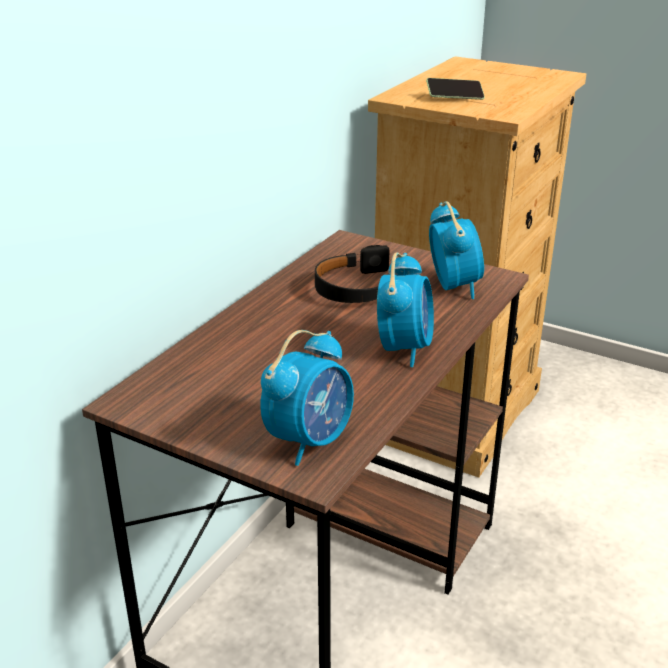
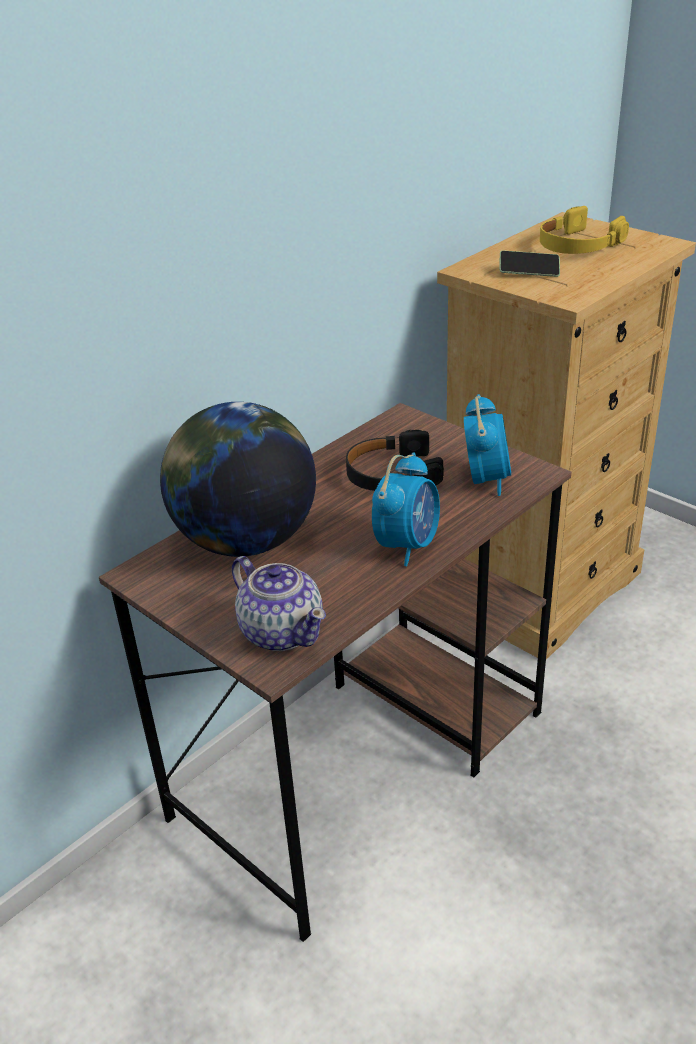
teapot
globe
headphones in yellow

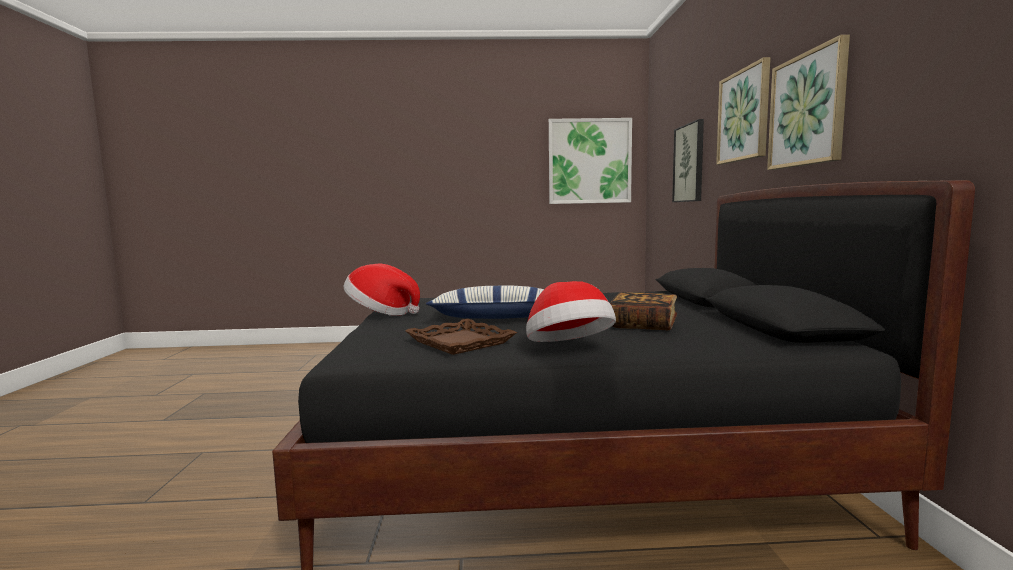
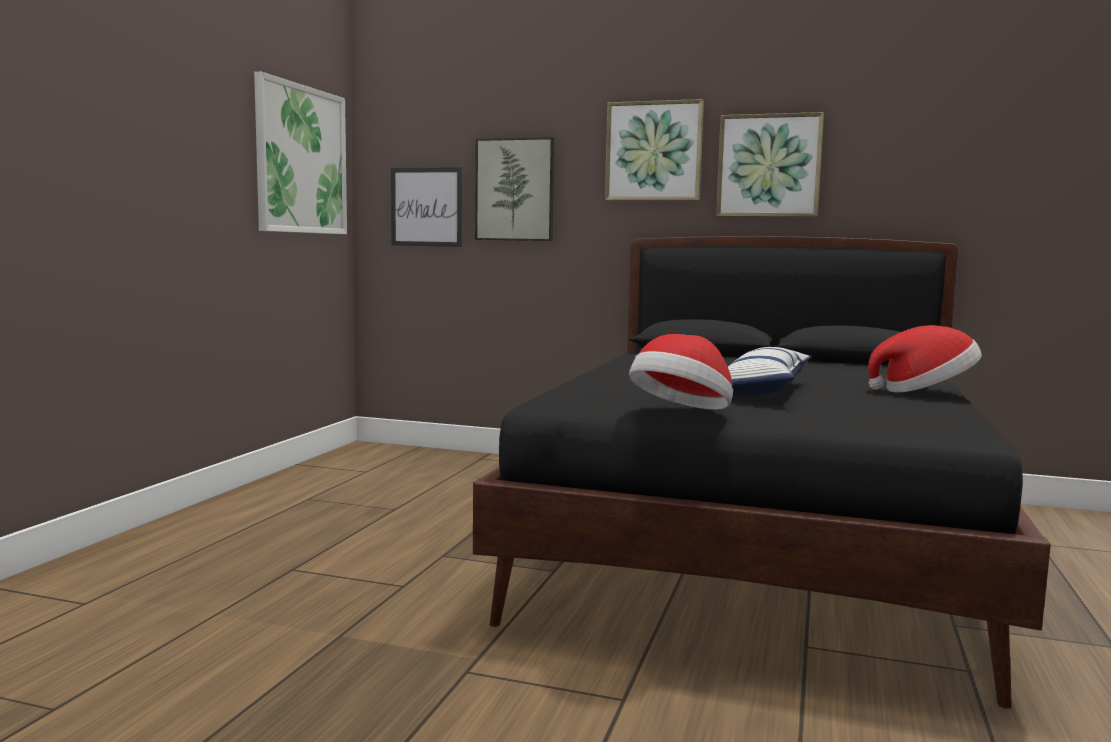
tray in brown
book
picture (2nd from left)

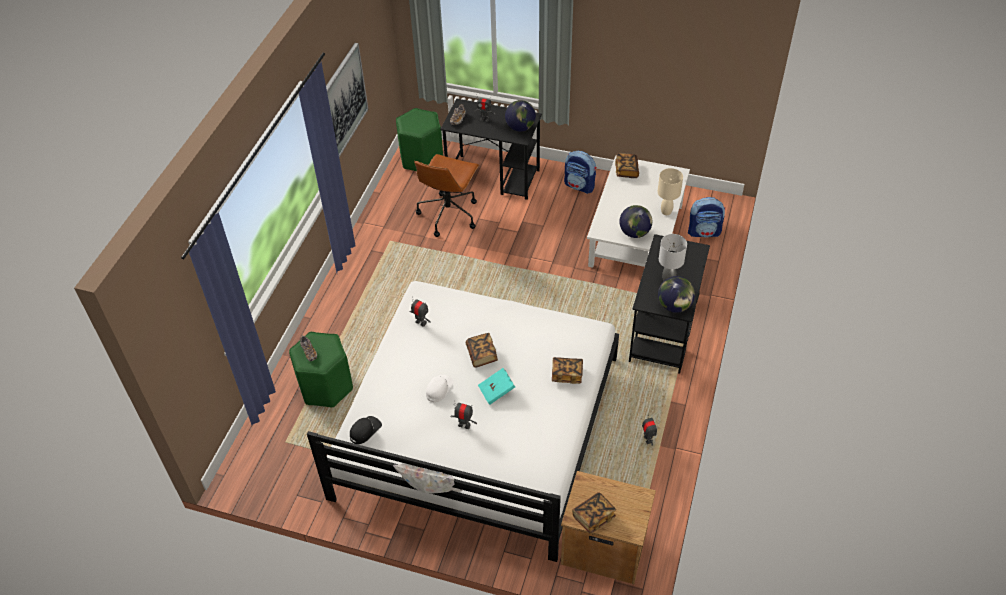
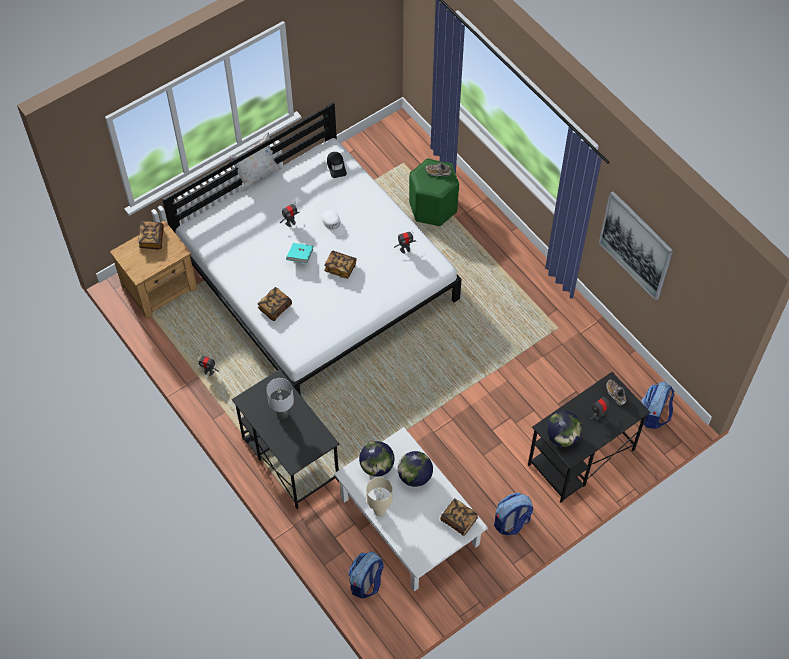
backpack (3rd from left)
office chair in brown
globe (2nd from left)

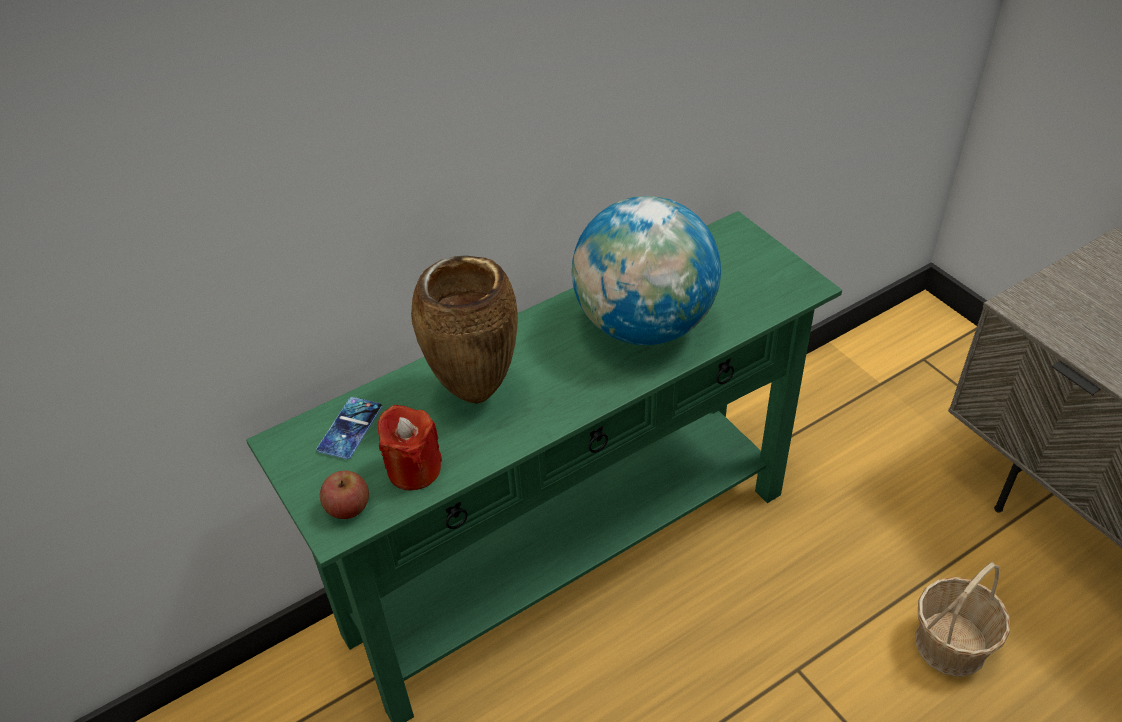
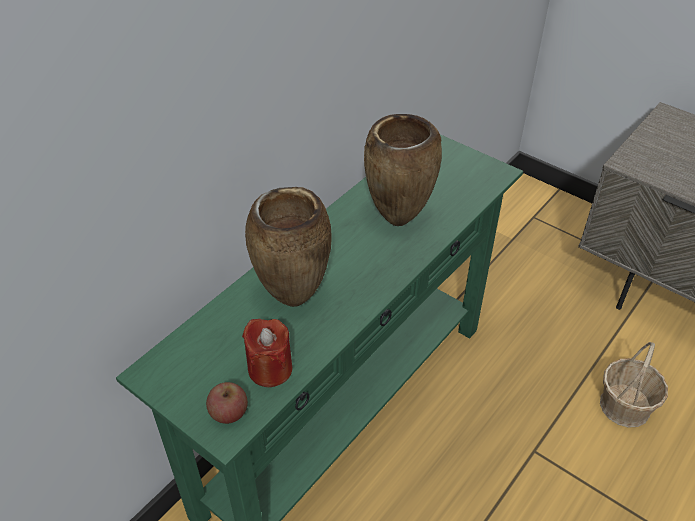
phone
vase in brown (2nd from left)

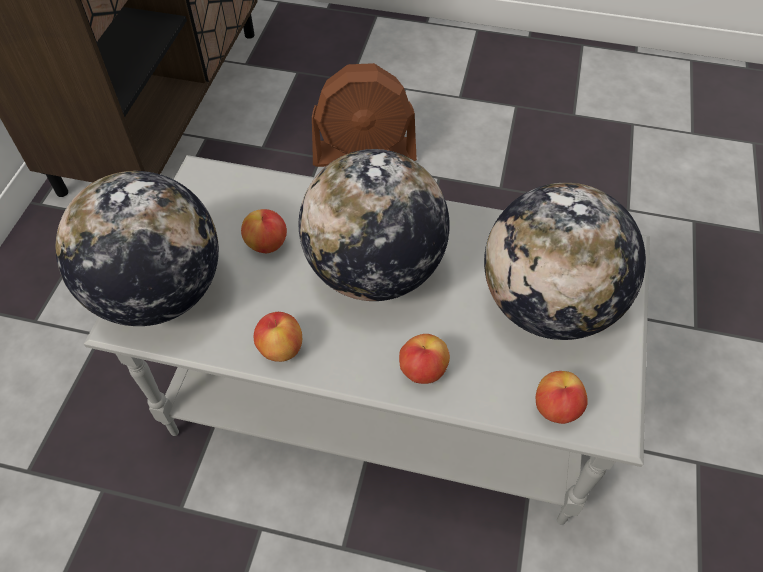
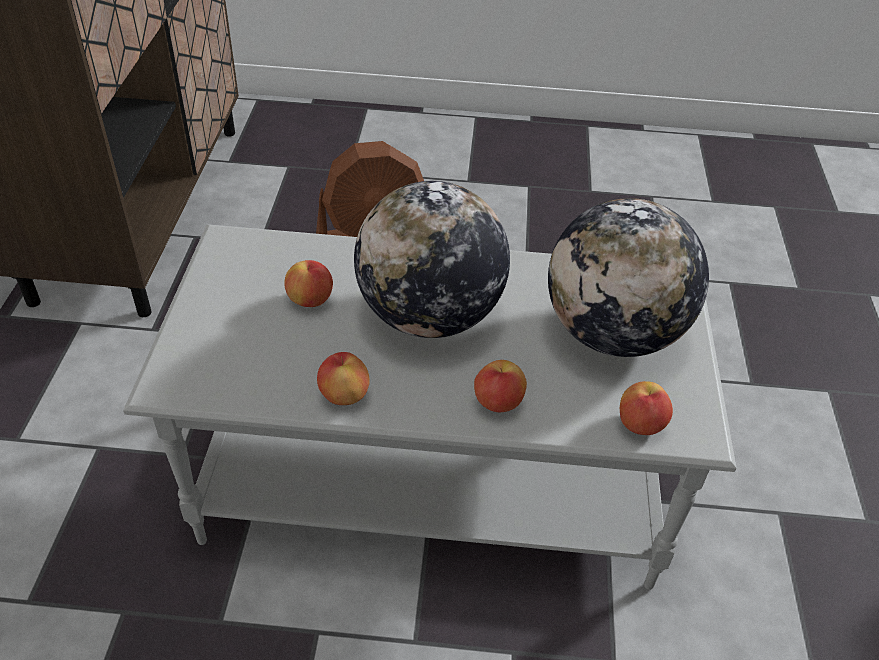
globe (1st from left in the first image)

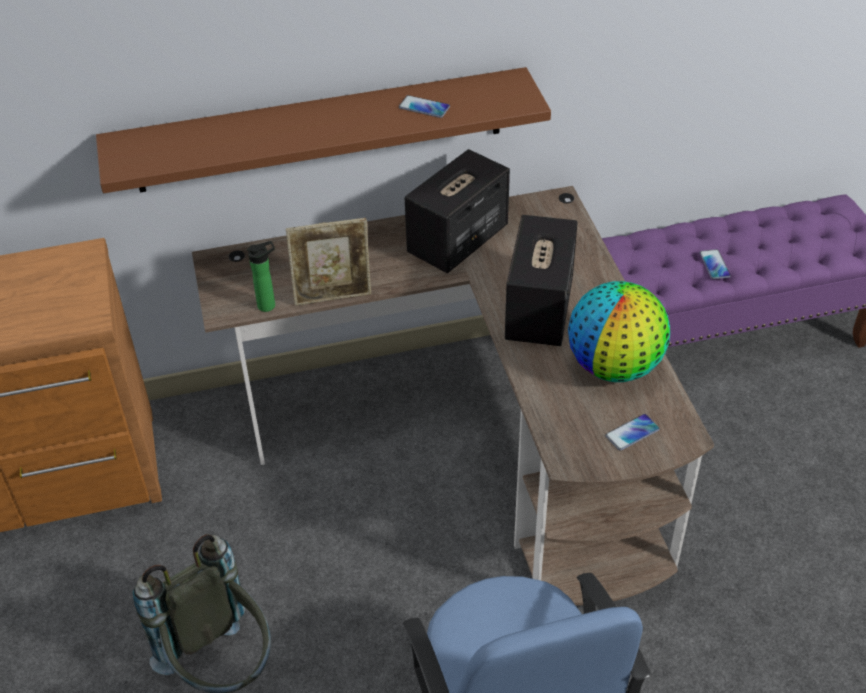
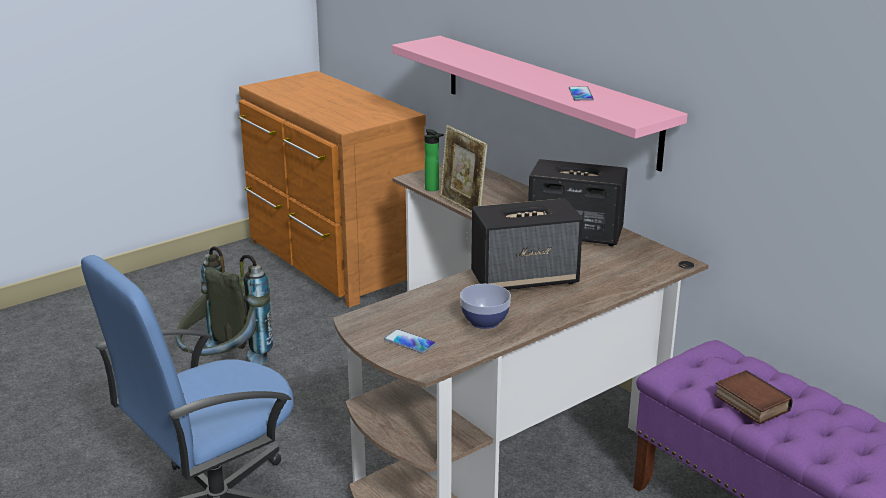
shelf in pink
bowl
book

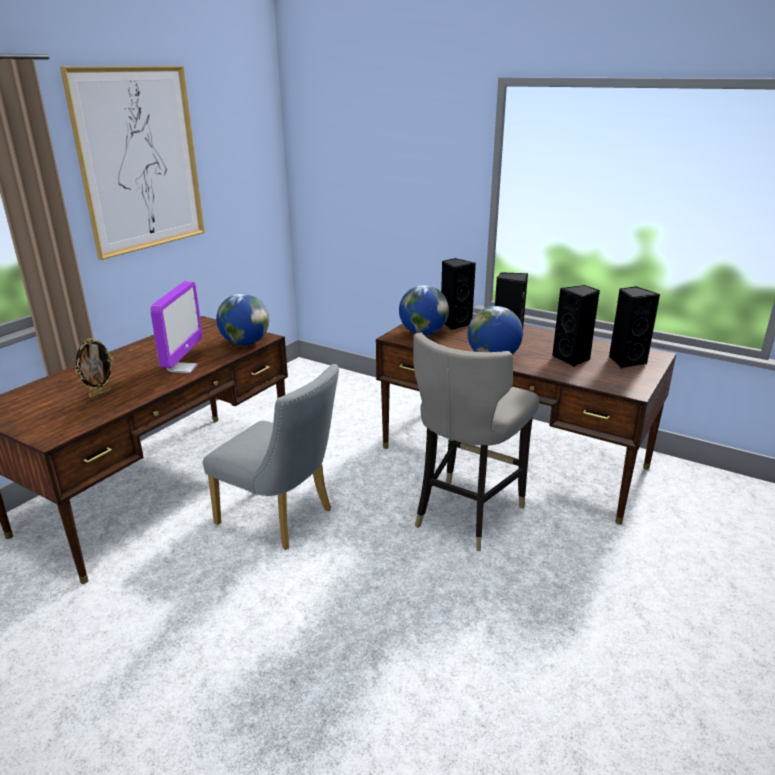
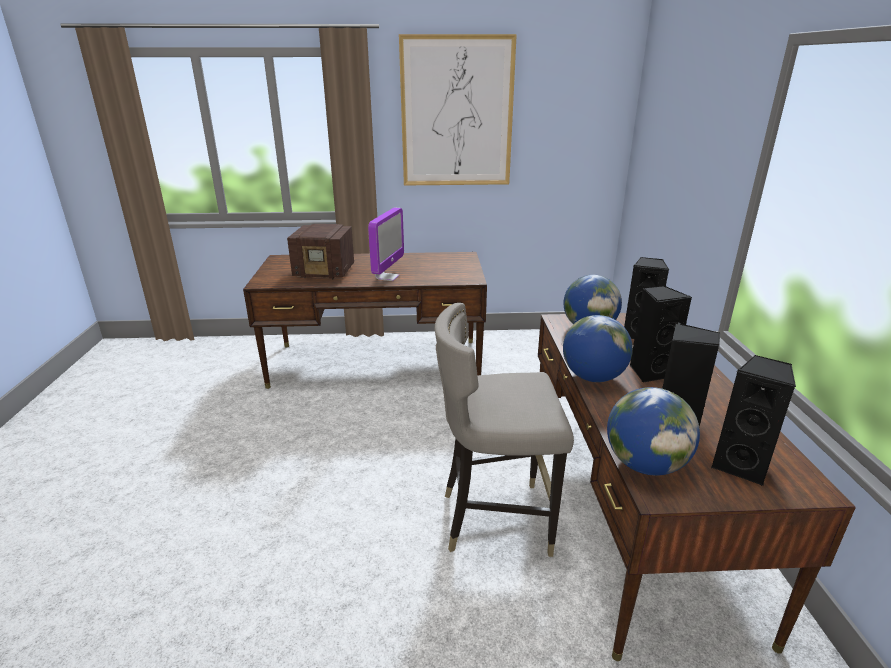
radio
monitor
chair in grey
globe (3rd from left)

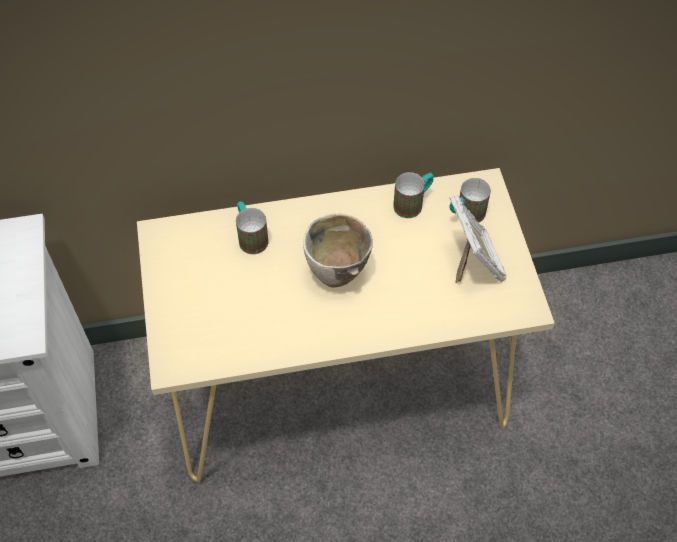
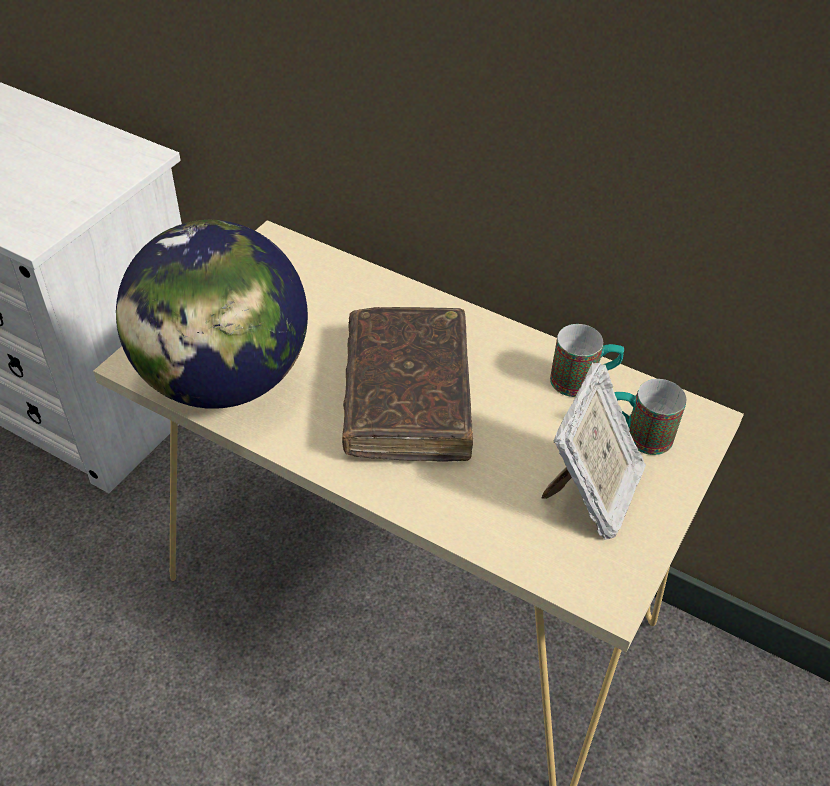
mug (1st from left in the first image)
book in brown
globe

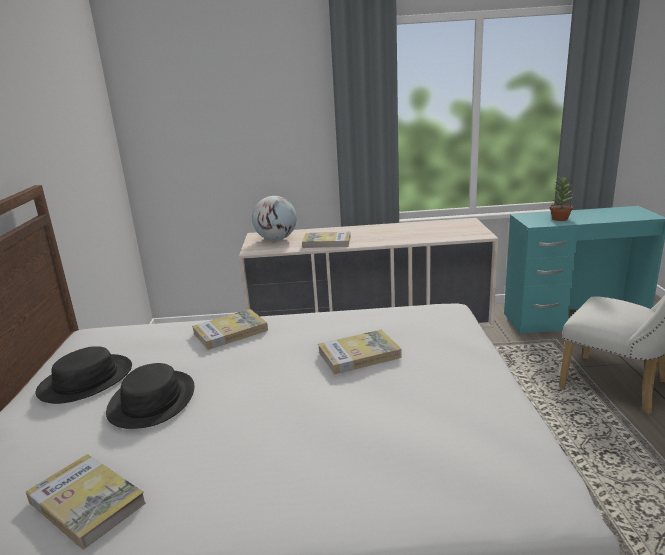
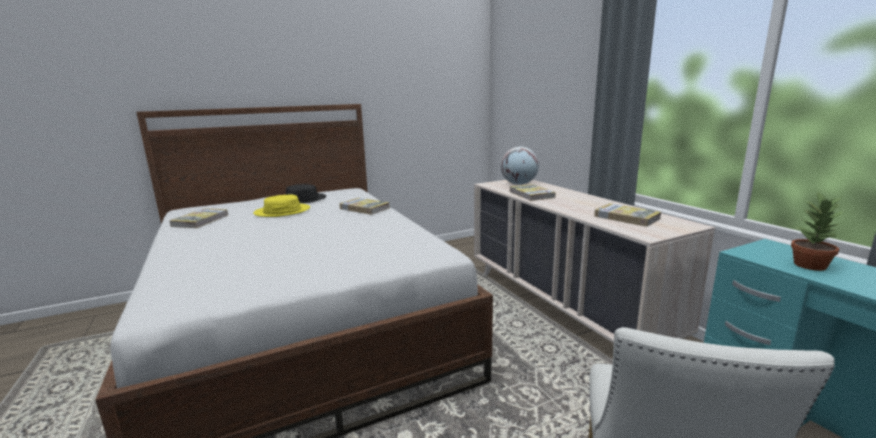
hat in yellow
book (4th from left)

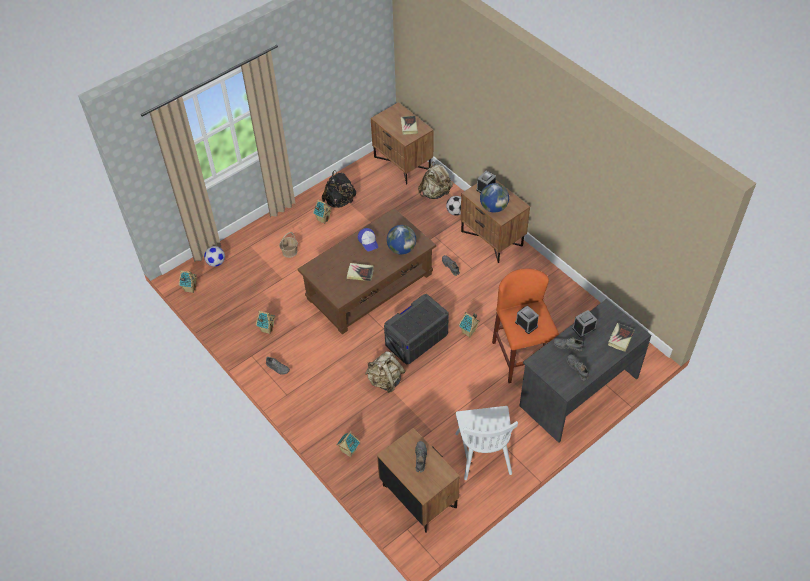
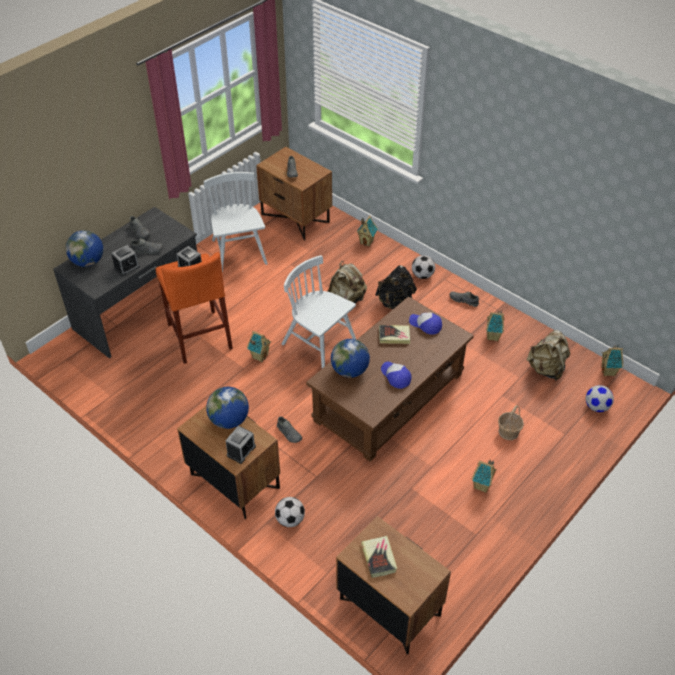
backpack in black
chair in white (2nd from left)
backpack in beige (2nd from left)
globe (1st from left)
cap (2nd from left)
football (2nd from left)

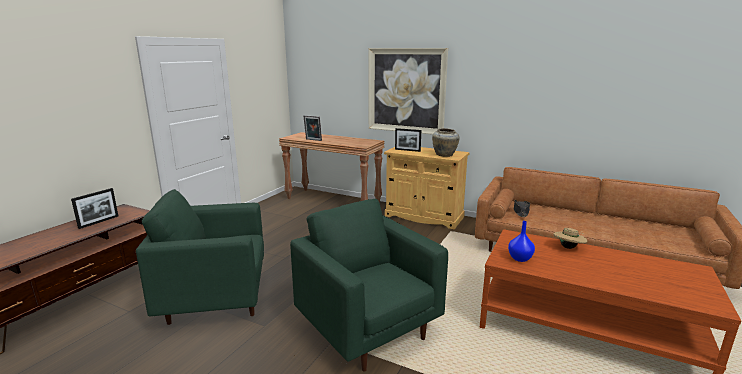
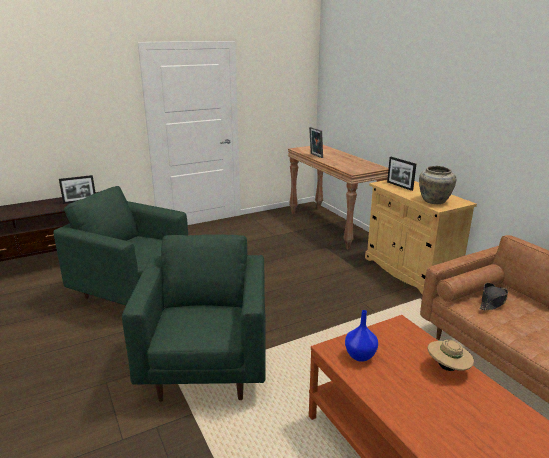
picture

